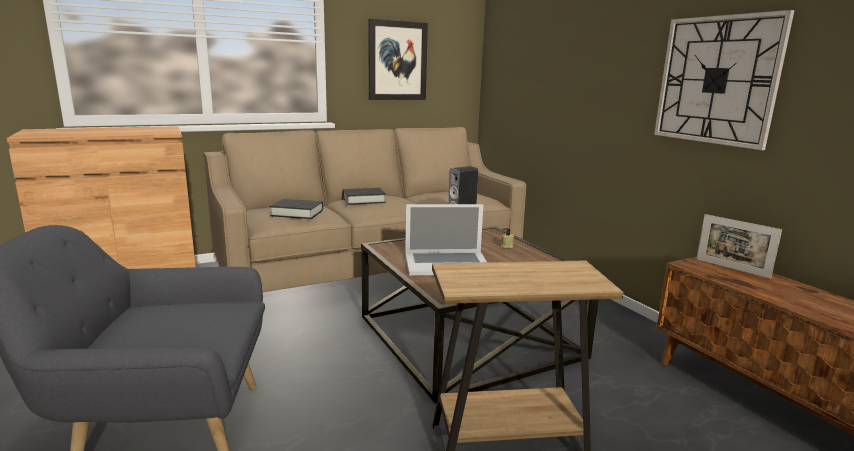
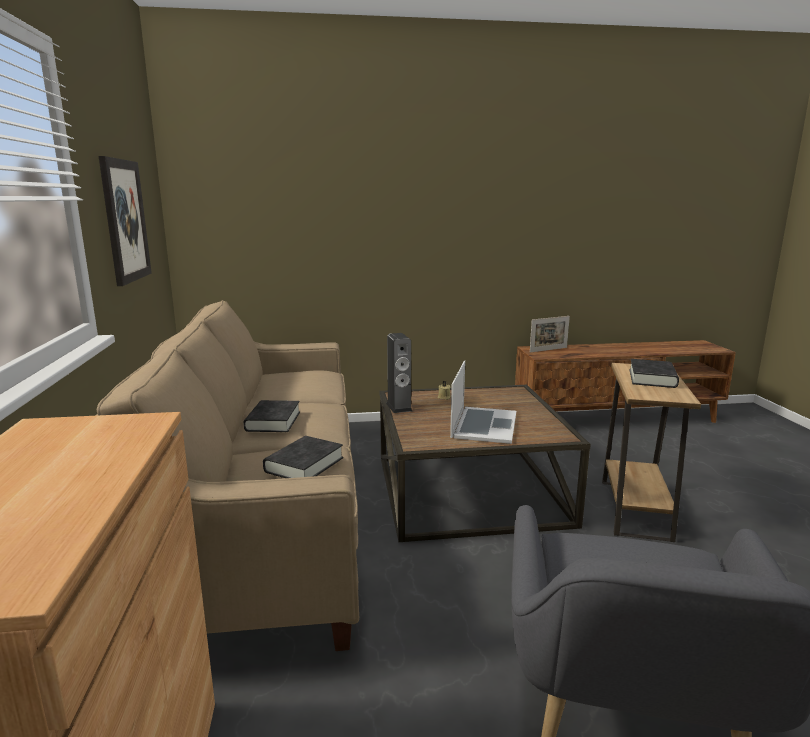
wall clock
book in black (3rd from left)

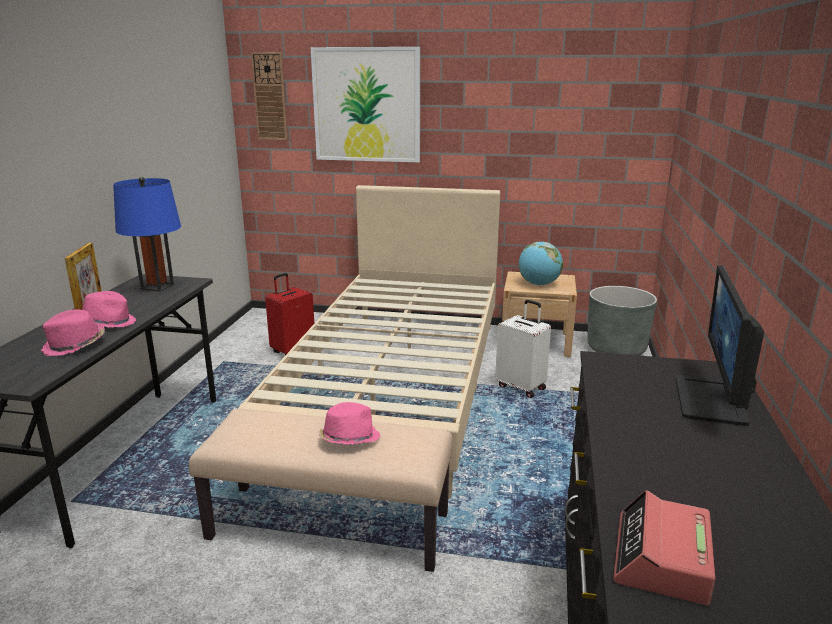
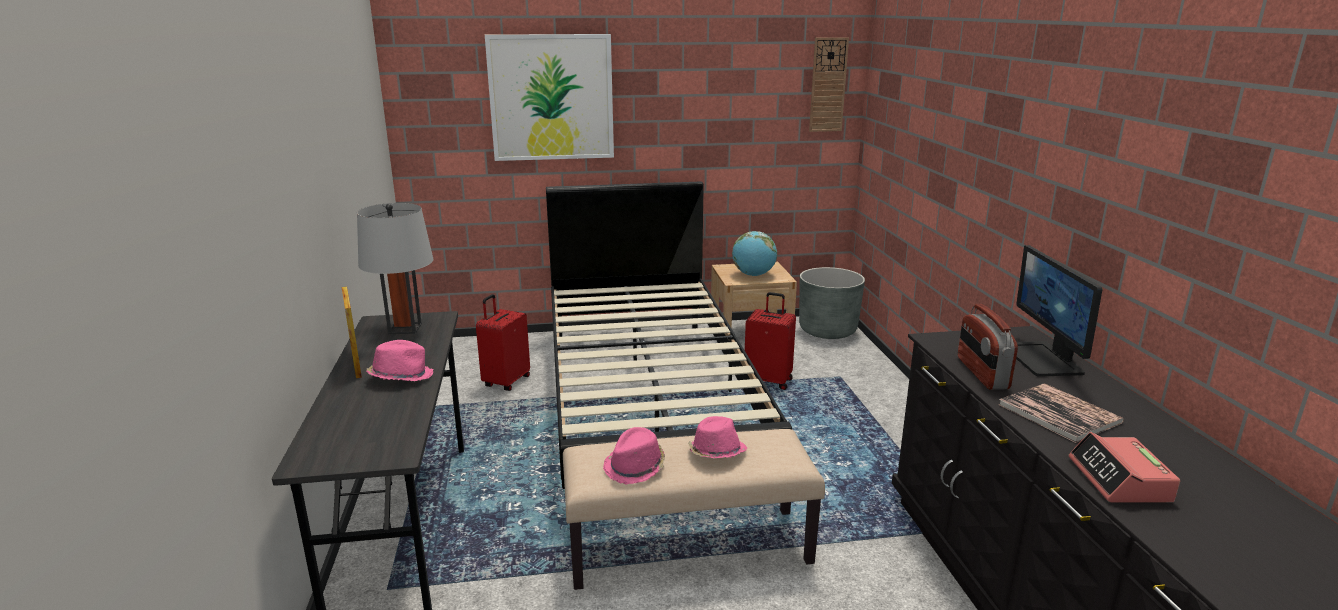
hat in pink (2nd from left)
table lamp in grey
bed in black
wall clock
suitcase in red (2nd from left)
radio
book

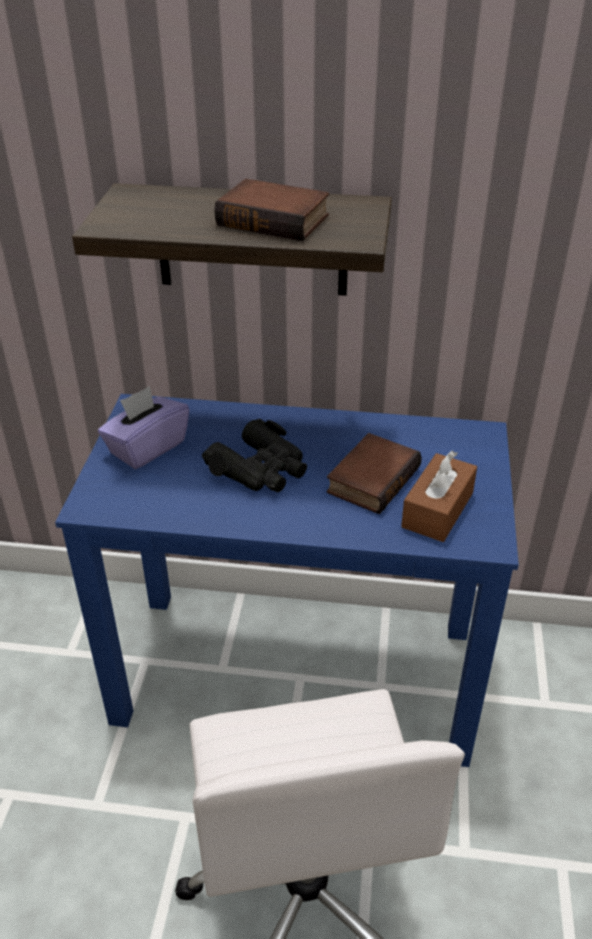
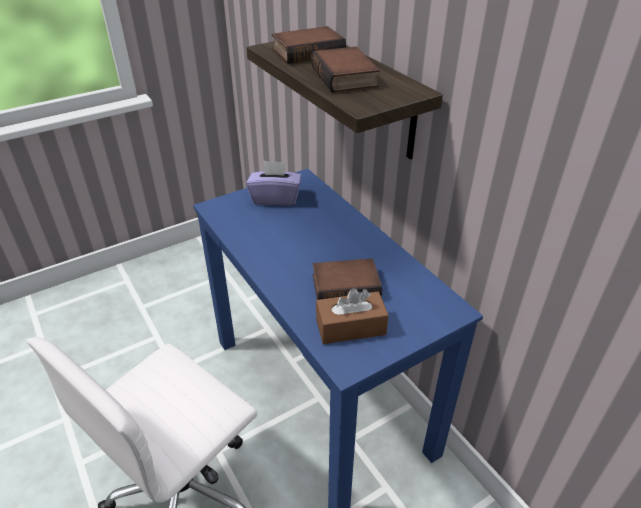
binoculars in black
book (1st from left)

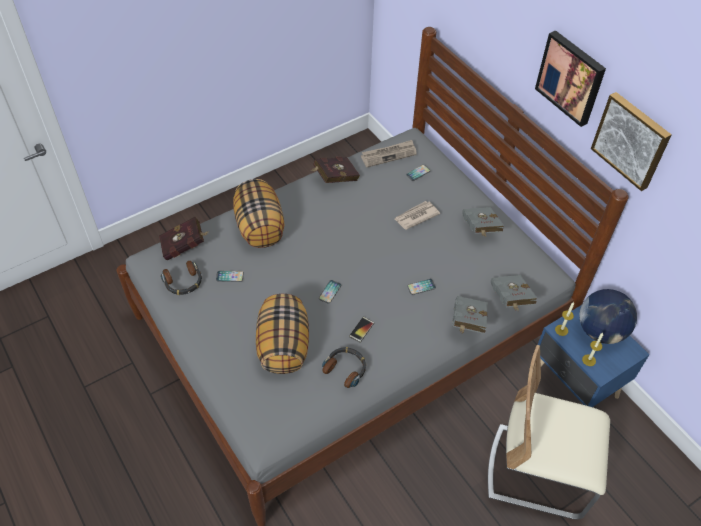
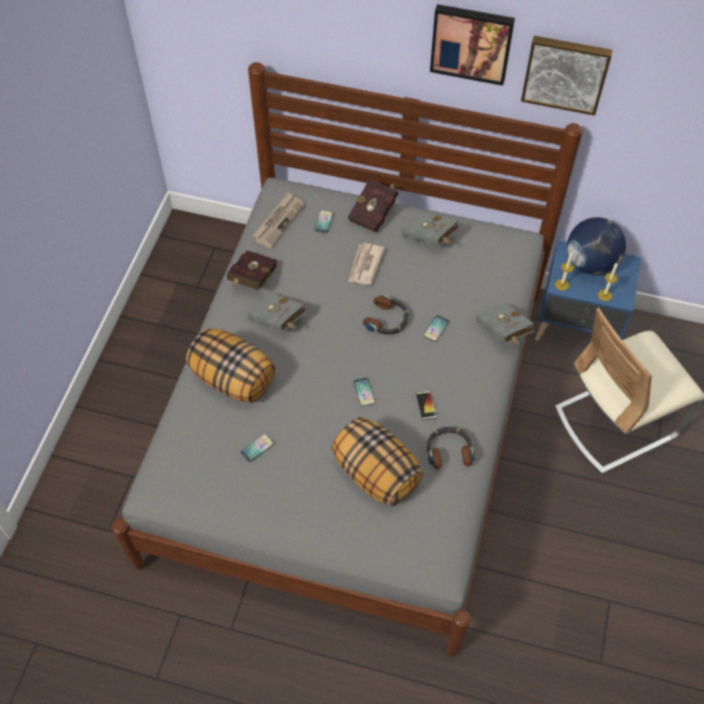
book in red (2nd from left)
headphones (1st from left)
book in grey (1st from left)

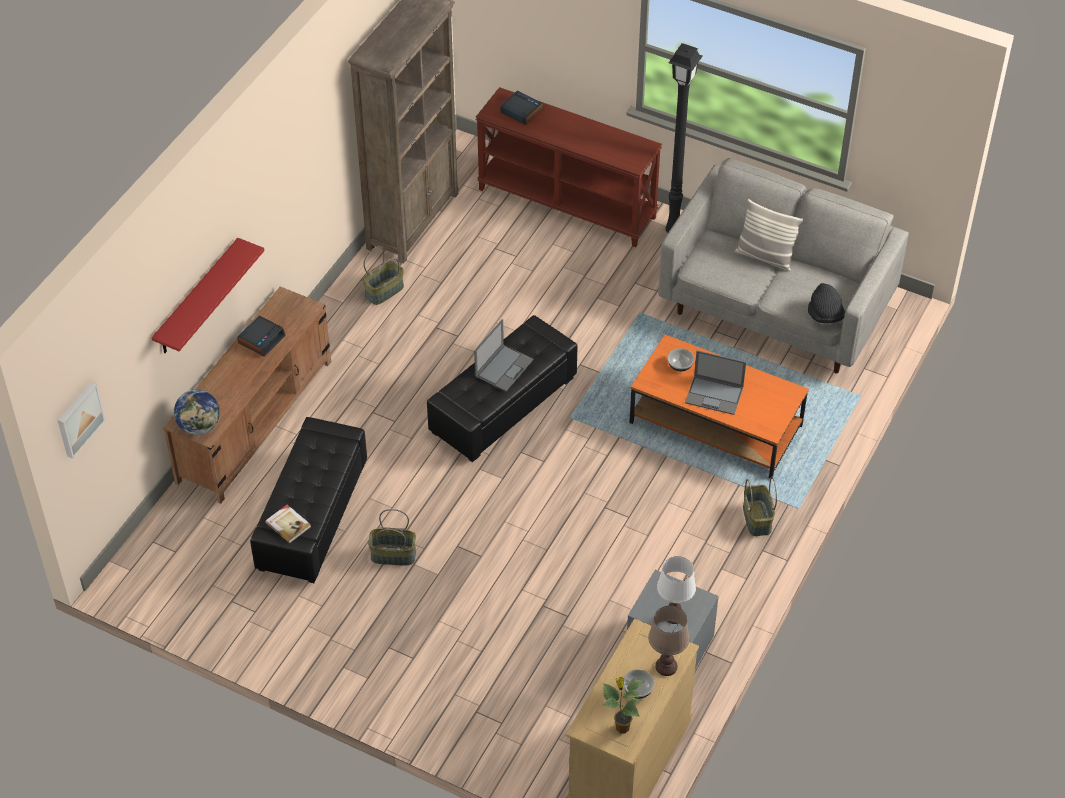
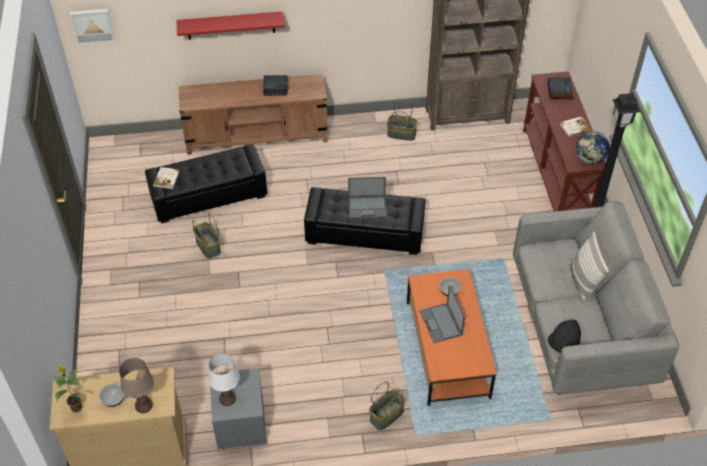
globe
book (2nd from left)

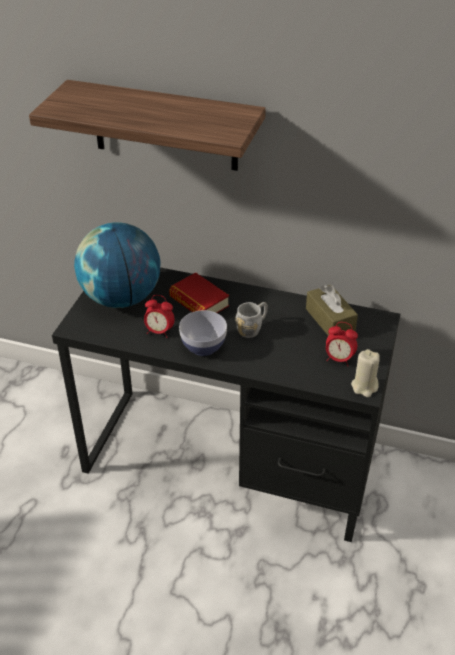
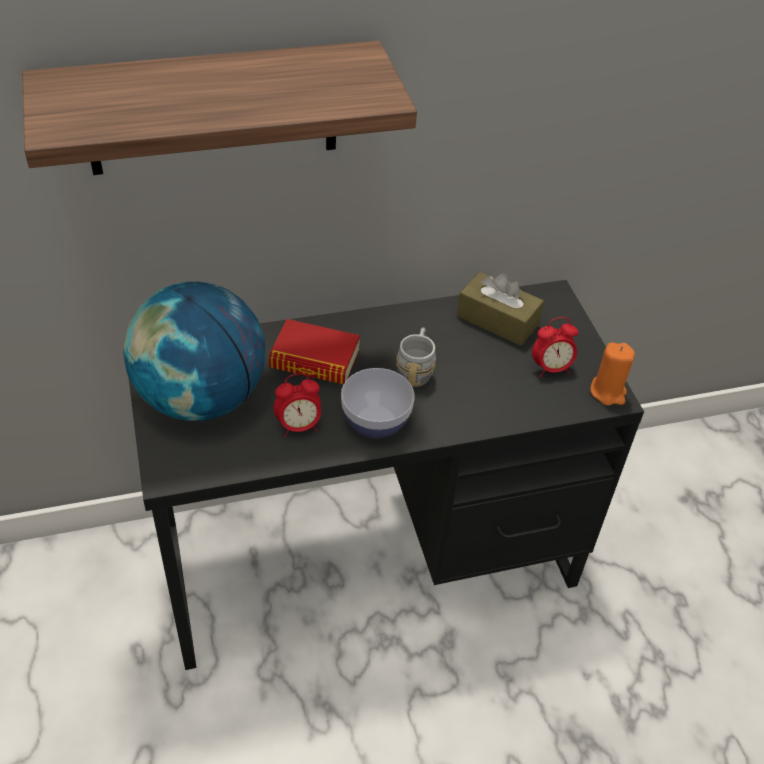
candle in orange

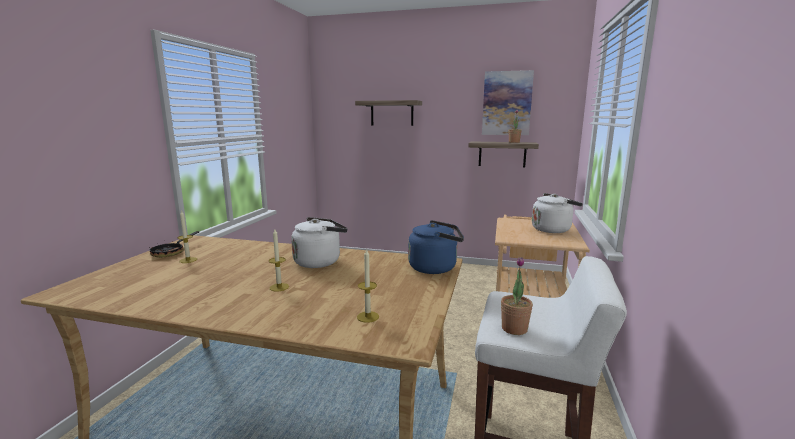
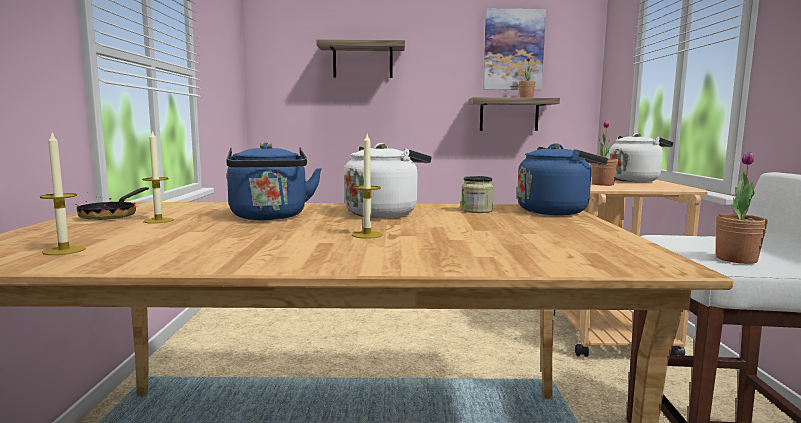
candle (1st from left)
kettle in blue (1st from left)
jar
potted plant (2nd from left)

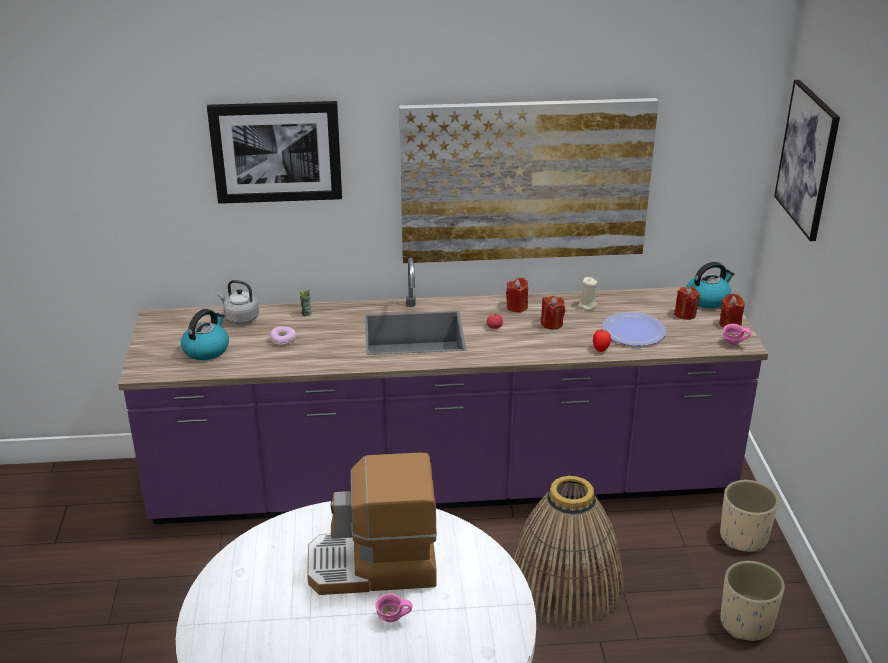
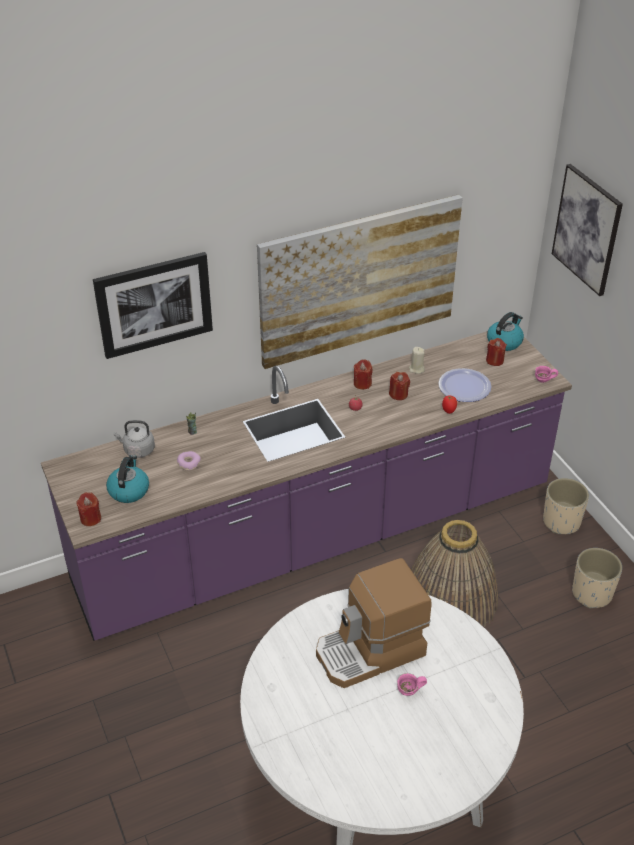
candle in red (1st from left)

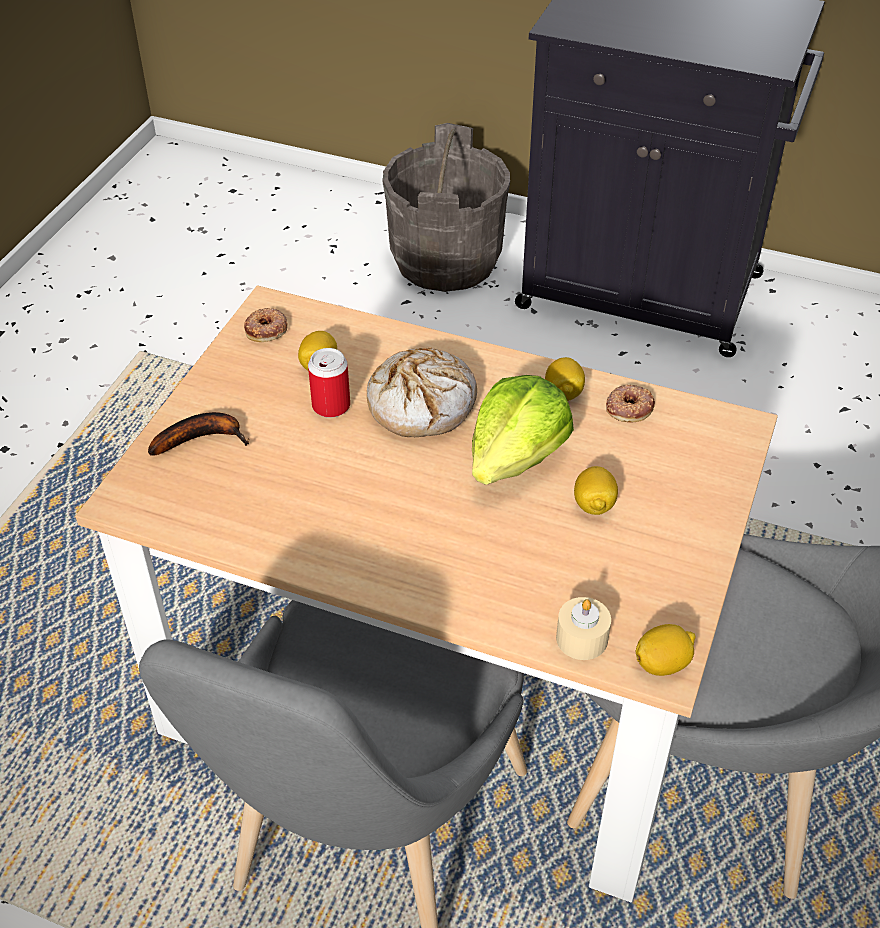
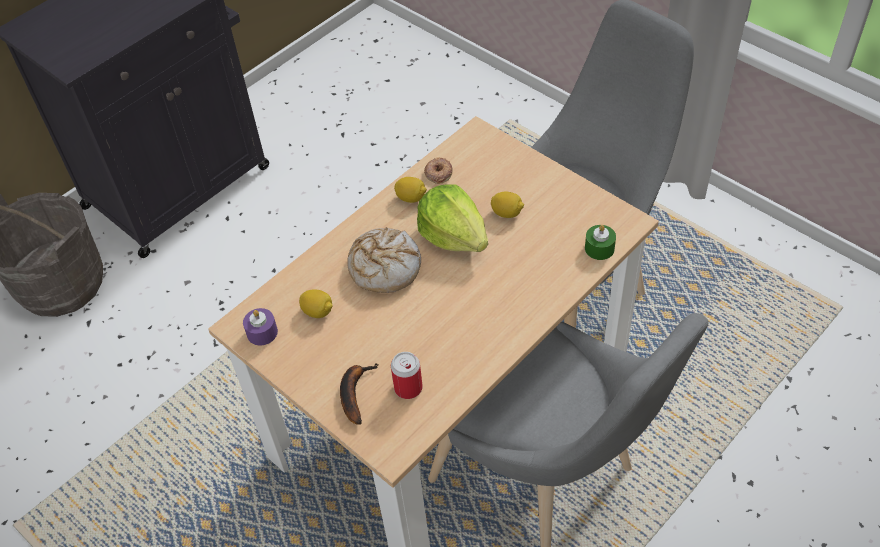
candle in purple
can
candle in green
lemon (4th from left in the first image)

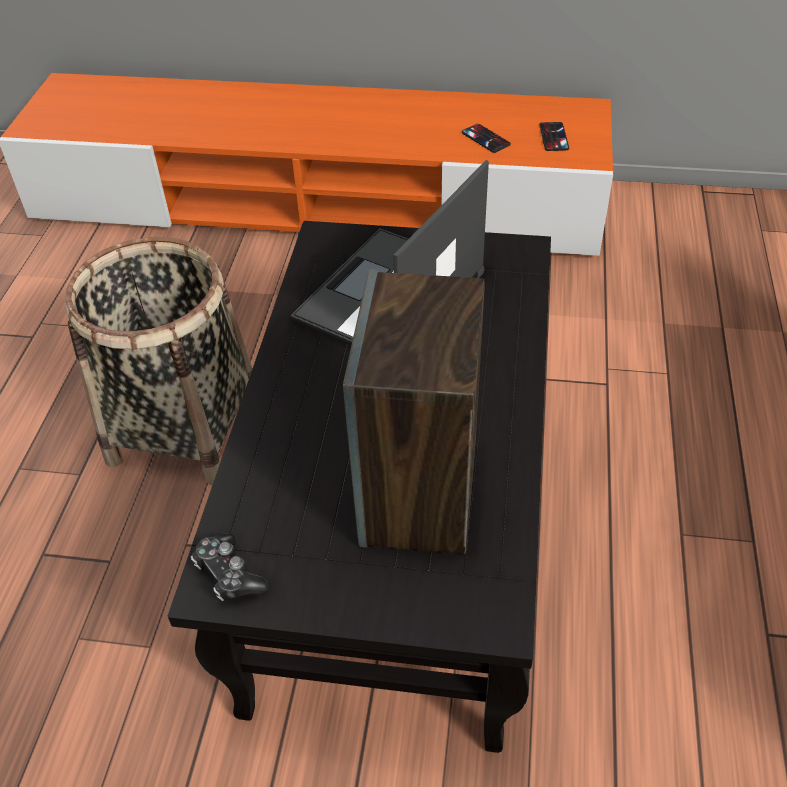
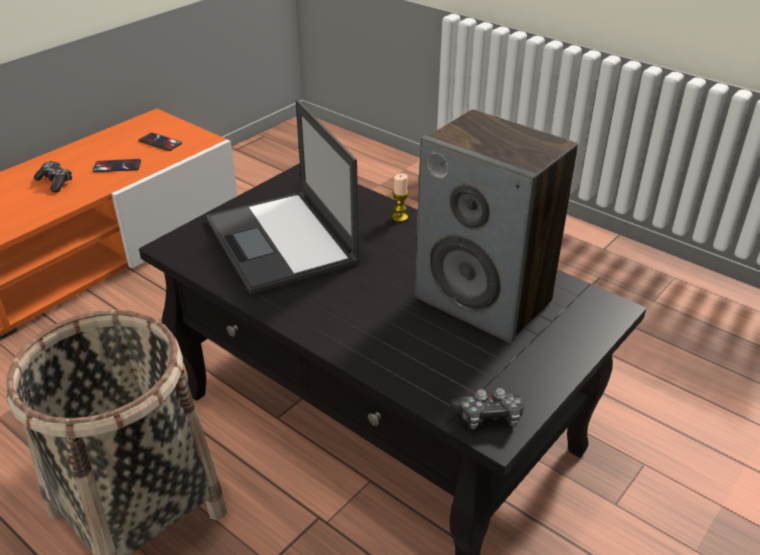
game controller (1st from left)
candle

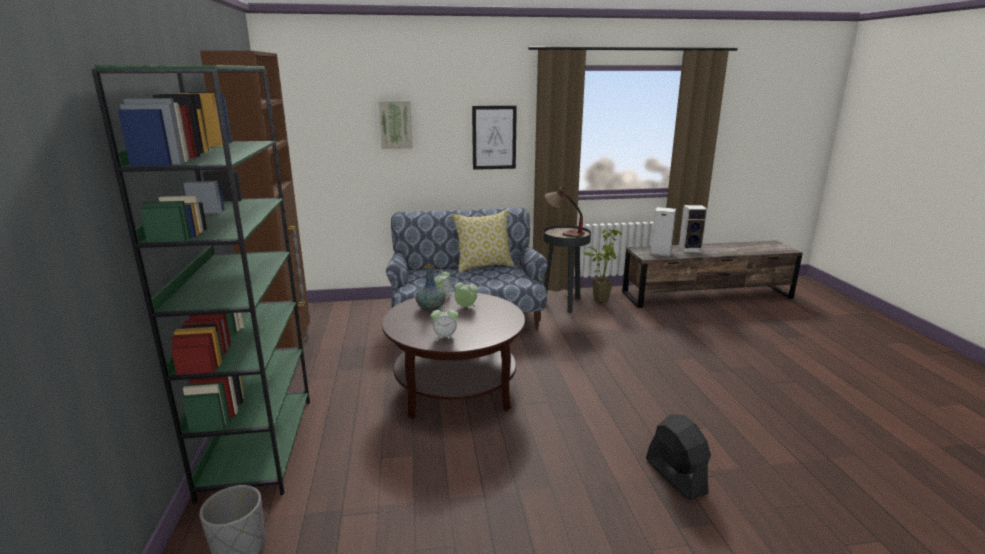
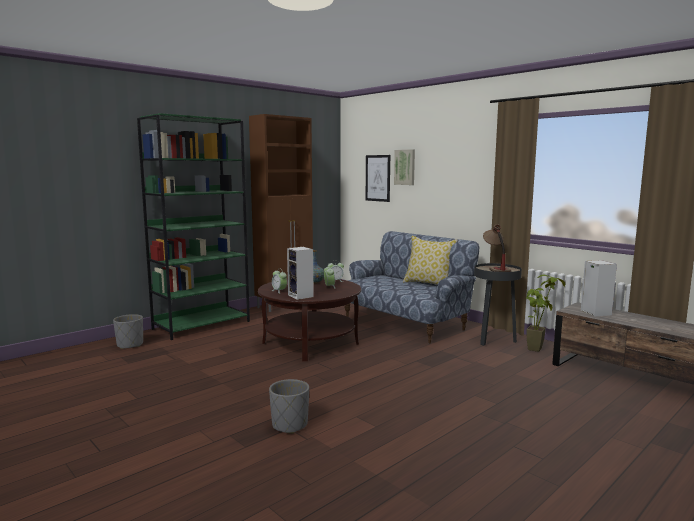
picture (1st from left)
planter in grey (2nd from left)
speaker (1st from left)

